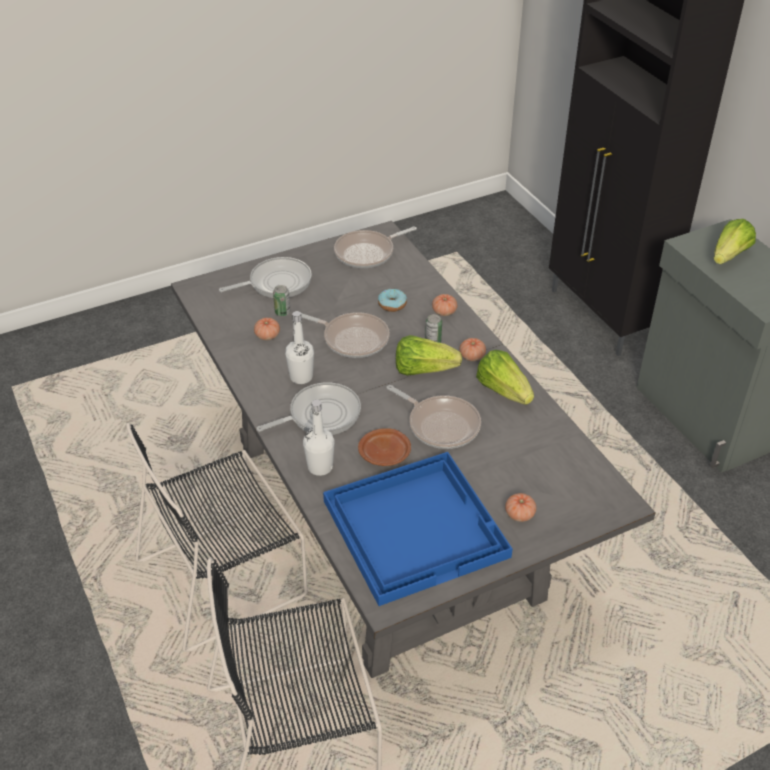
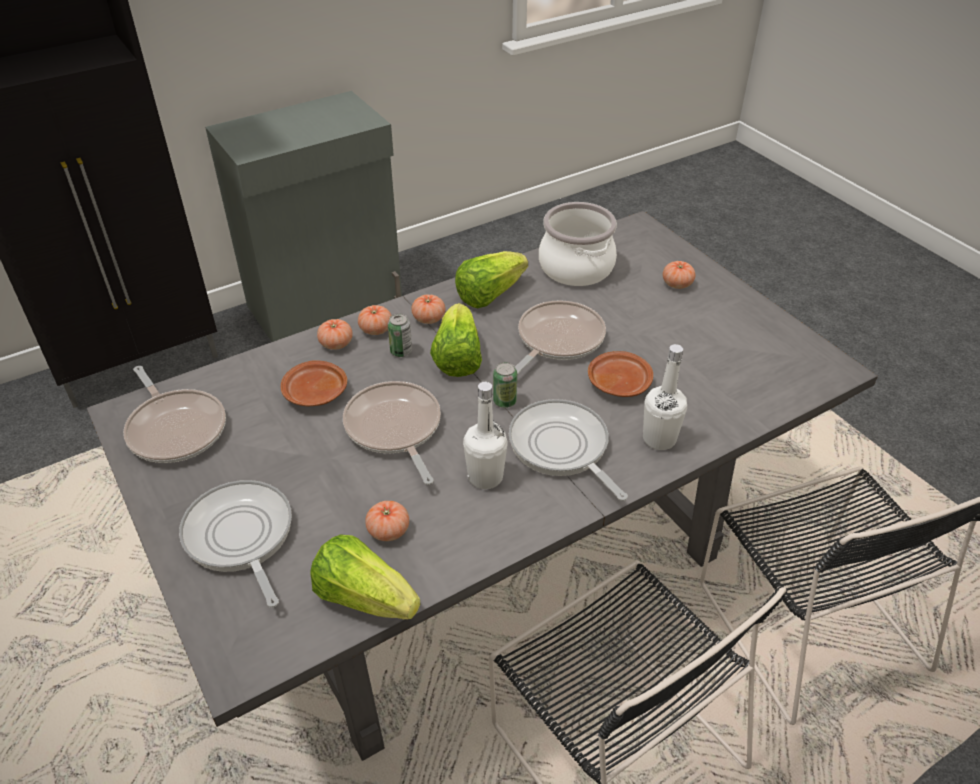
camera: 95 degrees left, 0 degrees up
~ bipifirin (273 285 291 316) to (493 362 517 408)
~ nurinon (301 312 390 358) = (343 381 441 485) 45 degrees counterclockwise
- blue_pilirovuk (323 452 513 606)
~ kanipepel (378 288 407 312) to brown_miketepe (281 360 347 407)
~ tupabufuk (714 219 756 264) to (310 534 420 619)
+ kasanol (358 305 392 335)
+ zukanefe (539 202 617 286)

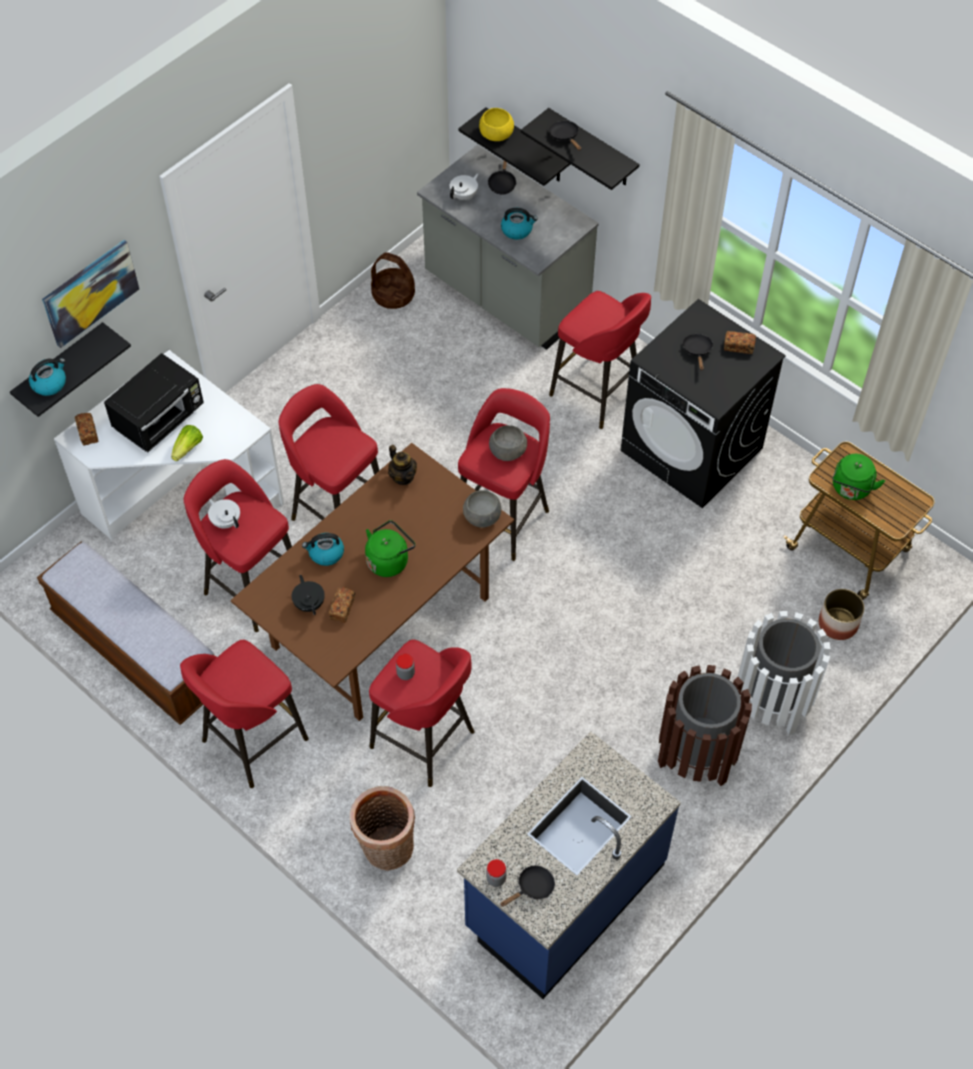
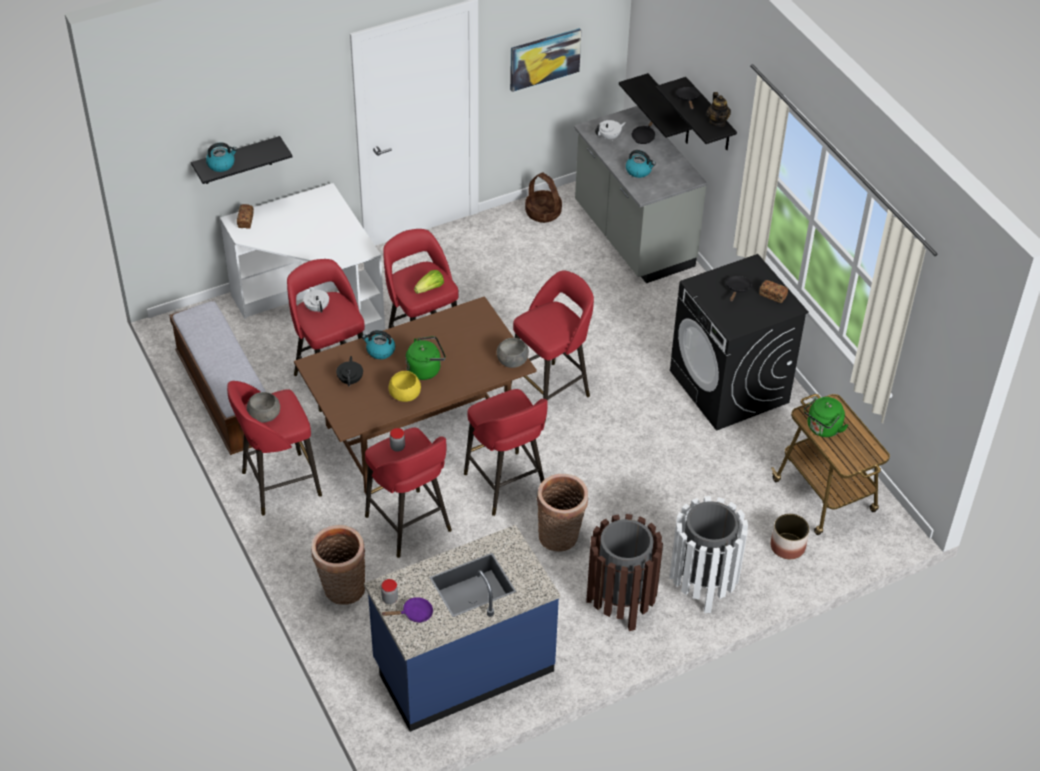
camera: 20 degrees right, 10 degrees down
~ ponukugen (42 240 139 348) to (510 28 581 92)
- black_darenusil (104 353 204 453)
~ tupabufuk (171 425 203 461) to (414 270 444 294)
- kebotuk (329 587 355 623)
~ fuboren (388 445 417 485) to (707 92 731 127)
~ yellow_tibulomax (479 108 514 141) to (389 371 421 402)
~ grey_tibulomax (489 425 527 461) to (247 392 280 423)
~ black_nurinon (500 866 555 907) to purple_nurinon (381 597 433 622)
~ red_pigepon (549 291 651 429) to (464 389 548 516)
+ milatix (537 474 588 552)

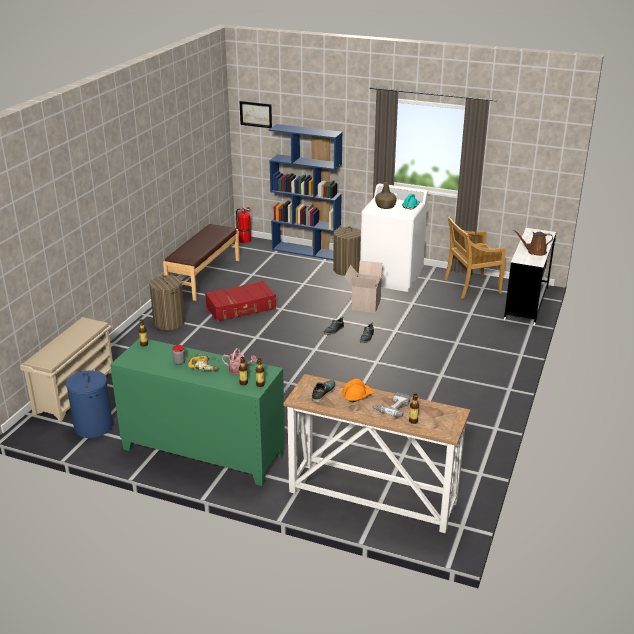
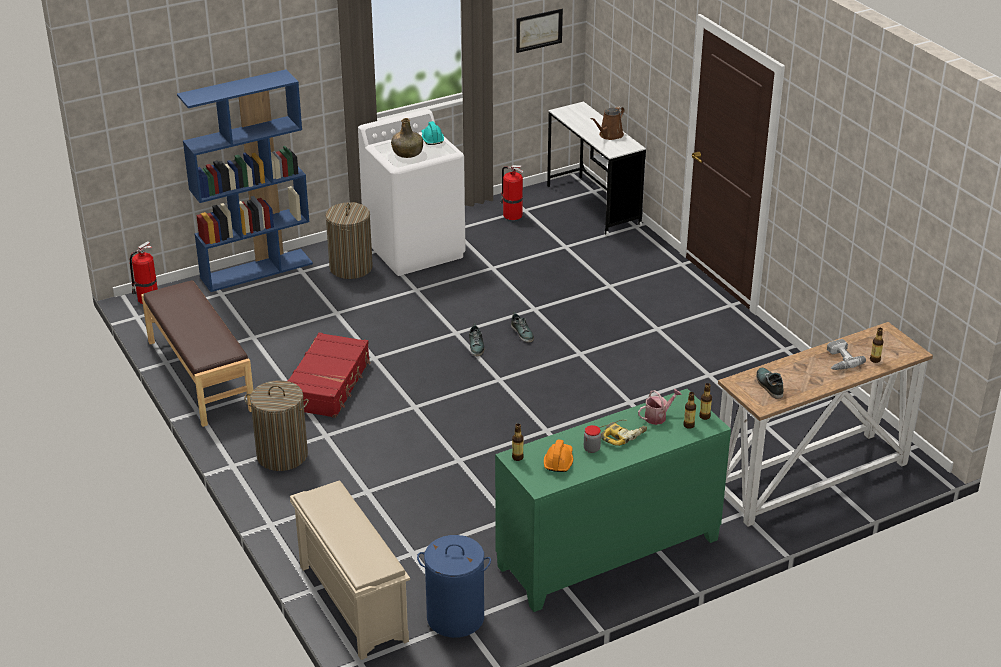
camera: 50 degrees left, 5 degrees up
~ ponukugen (240 101 272 128) to (516 9 563 53)
~ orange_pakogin (341 379 374 403) to (544 440 573 472)
- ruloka (344 261 386 313)
~ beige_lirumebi (444 216 506 299) to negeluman (501 165 524 220)

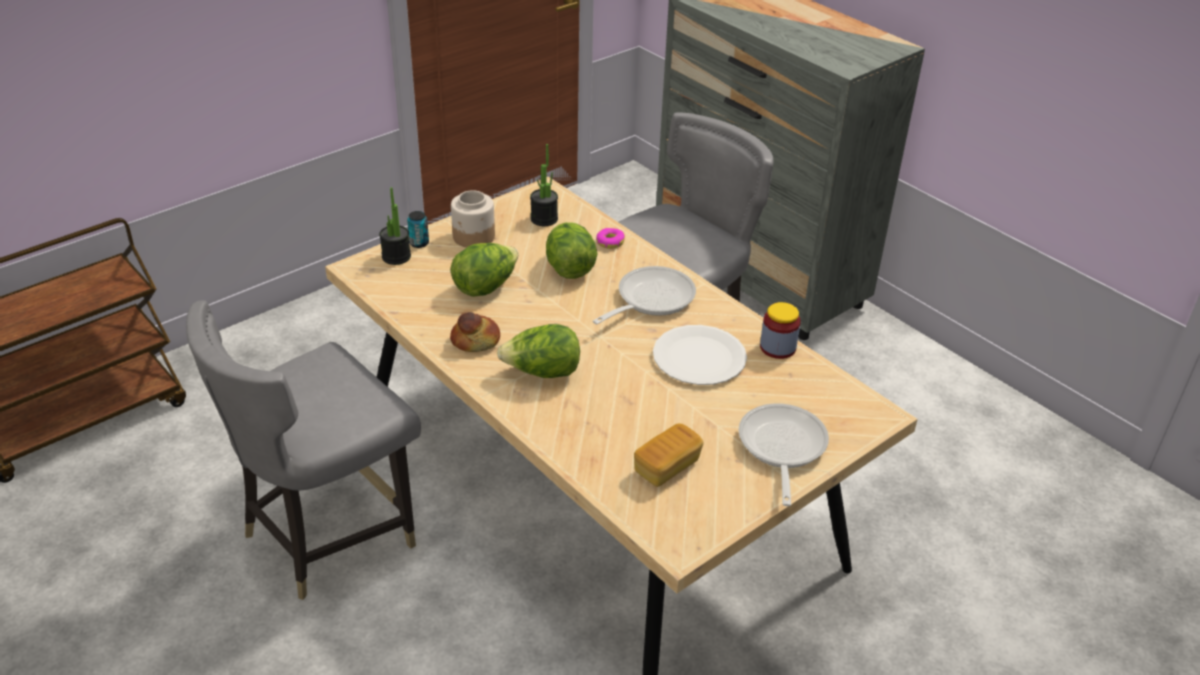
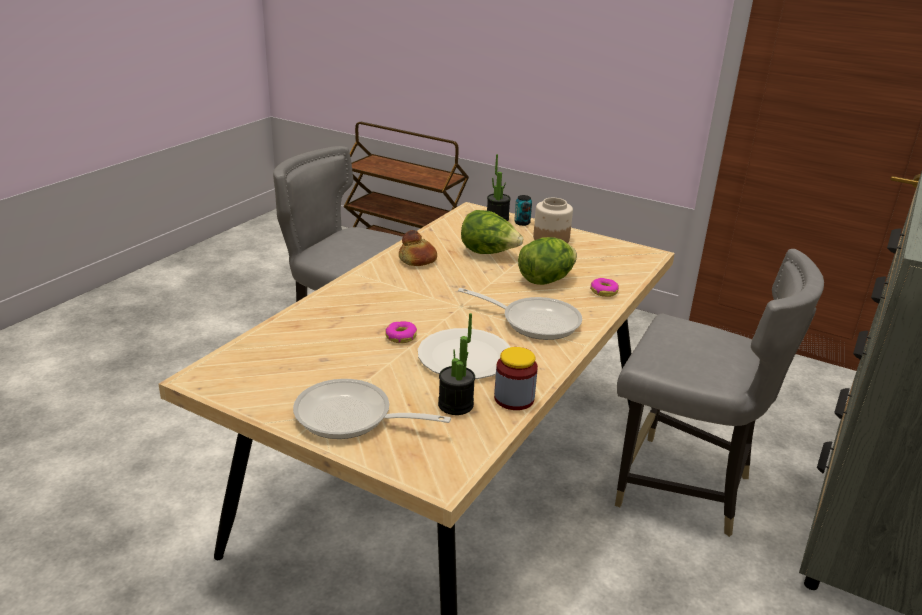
camera: 70 degrees right, 10 degrees down
- tupabufuk (497 324 580 378)
~ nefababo (530 144 558 226) to (438 313 475 415)
- kebotuk (634 423 703 487)
~ nurinon (738 403 829 506) = (293 379 451 439) 150 degrees counterclockwise
+ kanipepel (385 321 417 343)

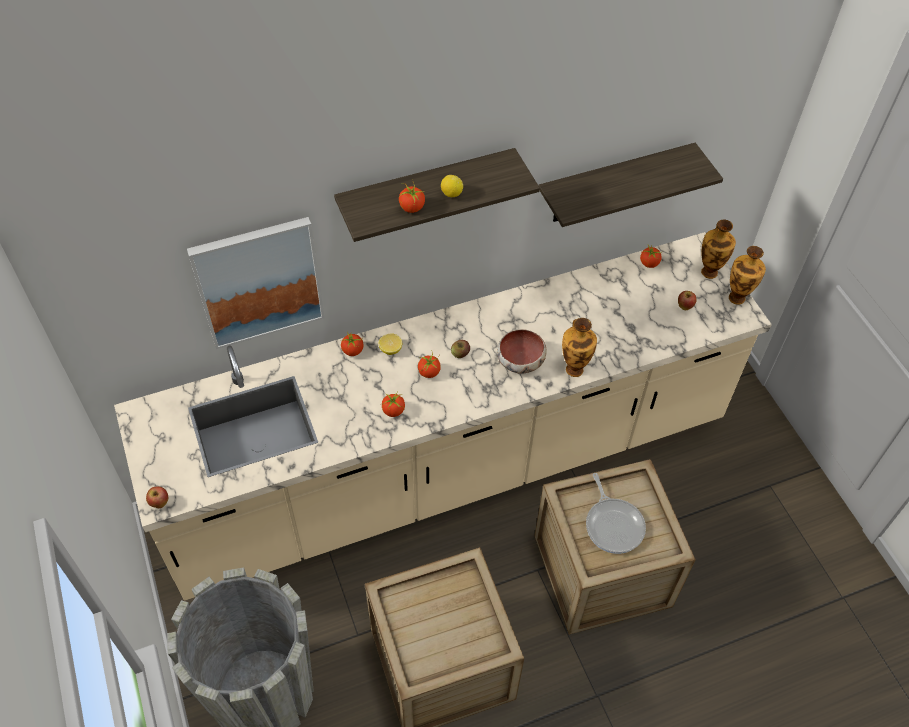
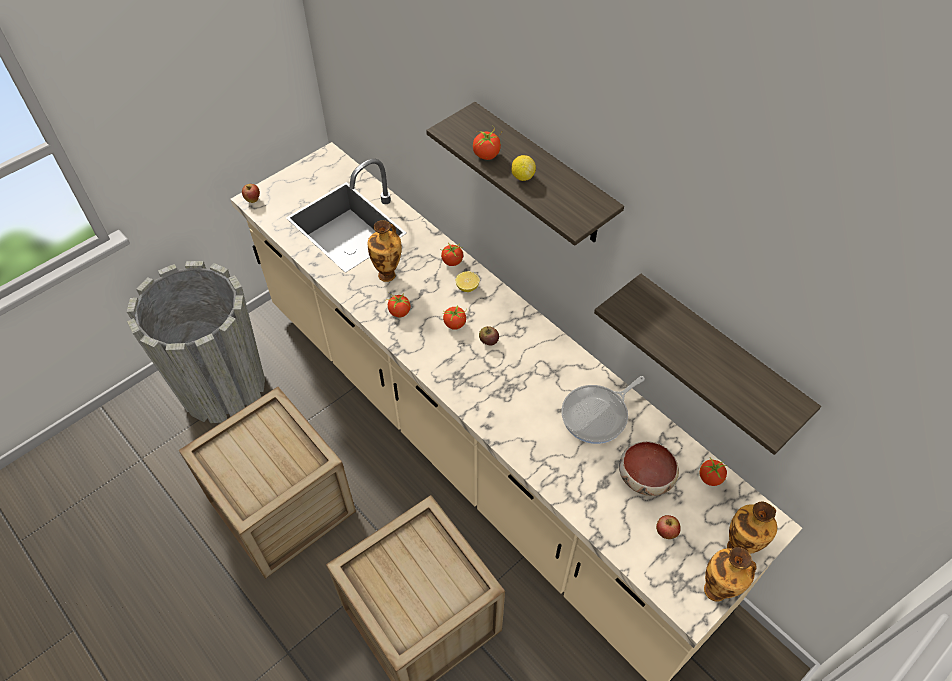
camera: 70 degrees right, 0 degrees up
- ponukugen (187 217 325 349)
~ tibulomax (497 329 547 374) to (619 441 679 496)
~ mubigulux (562 318 597 377) to (368 220 401 282)
~ nurinon (586 473 646 554) to (561 376 645 444)

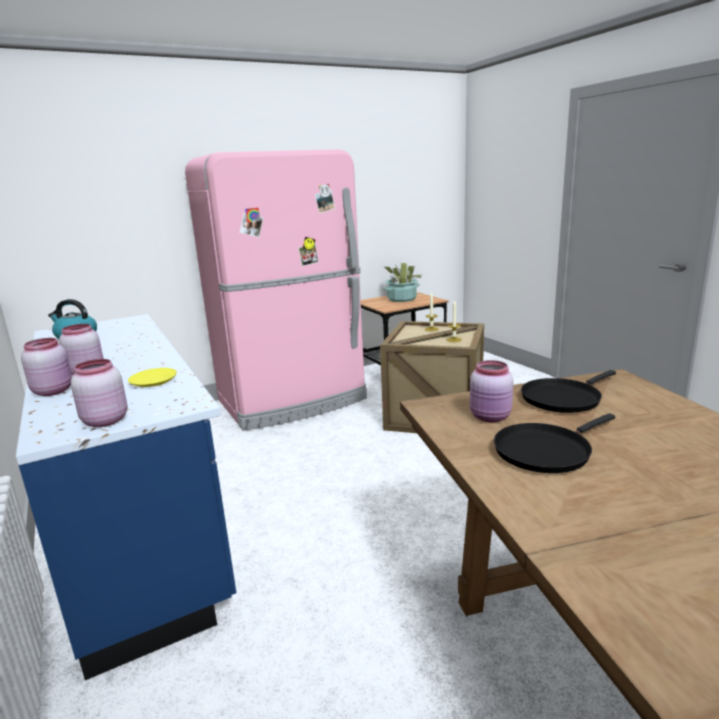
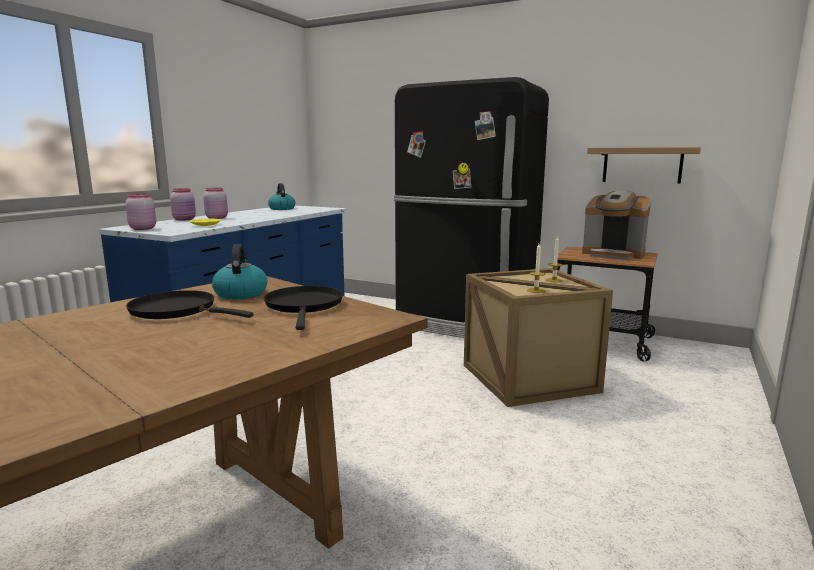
camera: 55 degrees right, 5 degrees down
~ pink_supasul (185 149 367 431) to black_supasul (394 77 549 338)
~ nefababo (383 262 422 302) to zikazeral (582 190 651 260)
~ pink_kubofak (470 360 513 423) to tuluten (212 244 267 299)
~ black_nurinon (521 370 616 413) = (264 286 343 330) 60 degrees clockwise
+ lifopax (587 147 701 183)

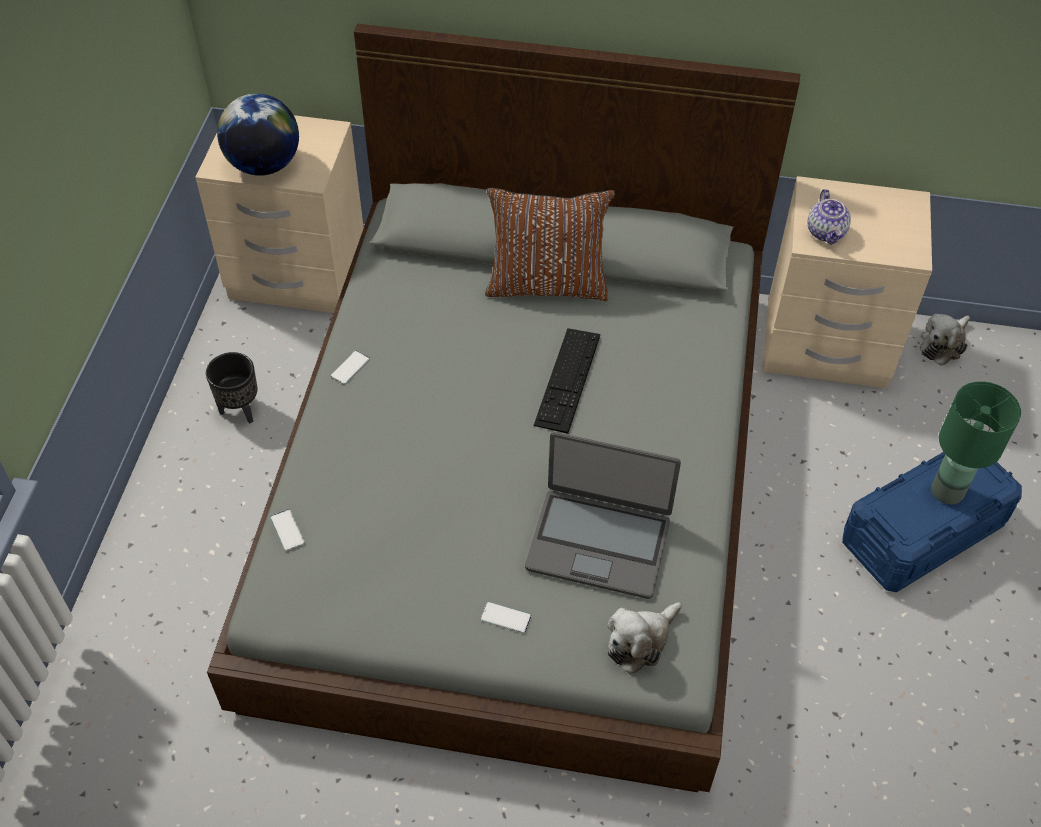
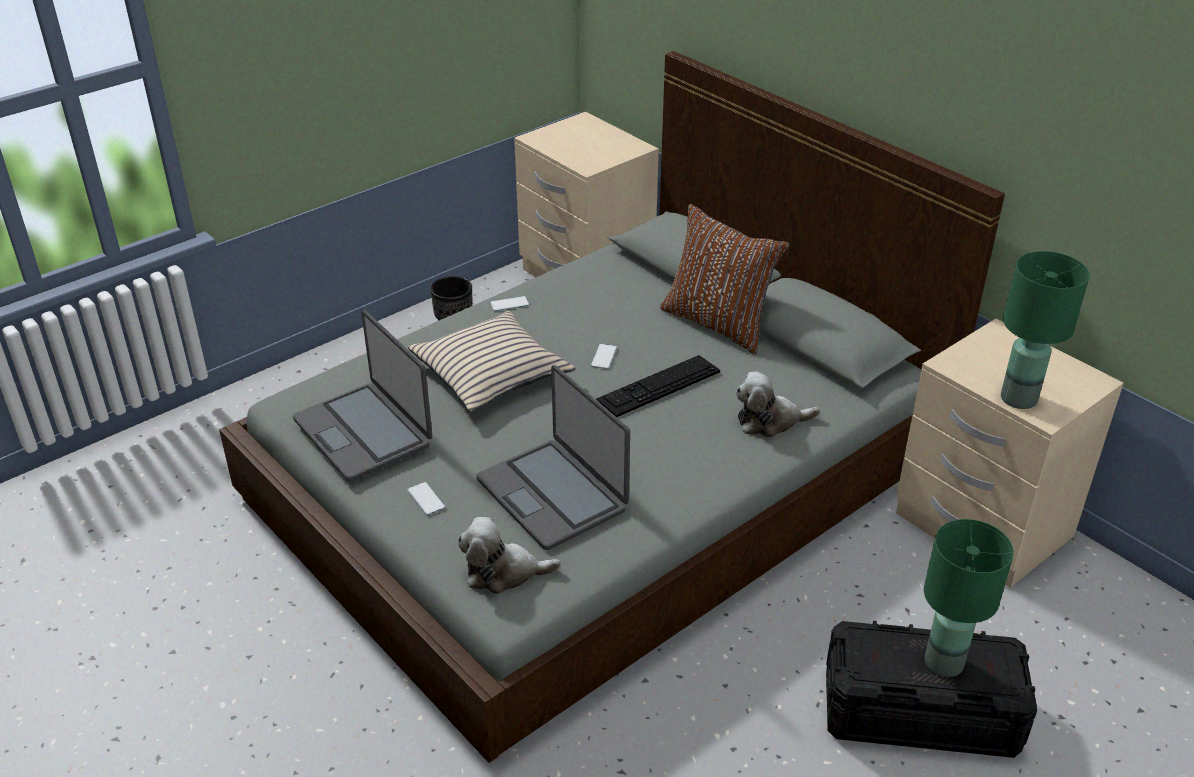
camera: 40 degrees right, 15 degrees down
- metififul (217 93 299 176)
~ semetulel (270 509 305 551) to (591 343 617 369)
- fuboren (807 189 851 245)
~ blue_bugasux (842 451 1022 592) to black_bugasux (826 621 1037 758)
~ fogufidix (920 314 970 366) to (736 371 820 437)
+ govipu (293 310 432 482)
+ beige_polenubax (408 311 576 412)
+ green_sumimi (1001 251 1090 409)

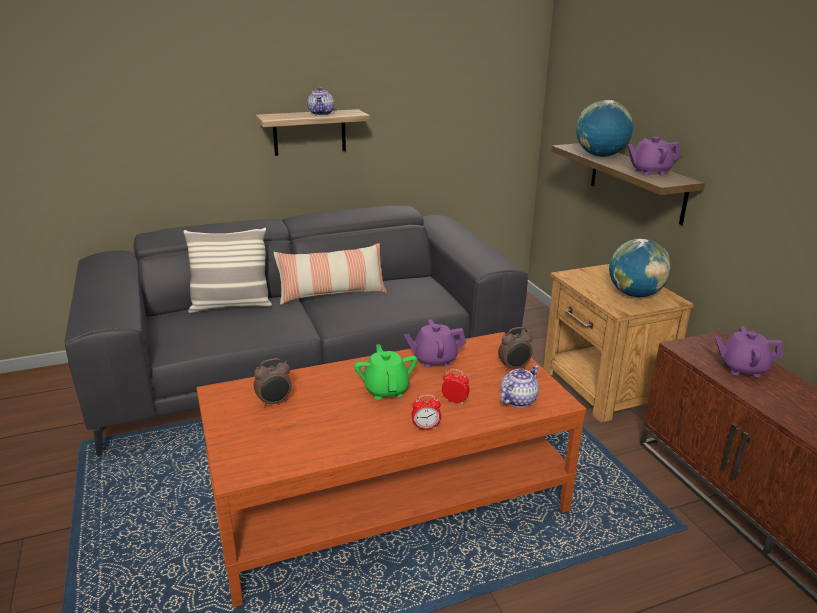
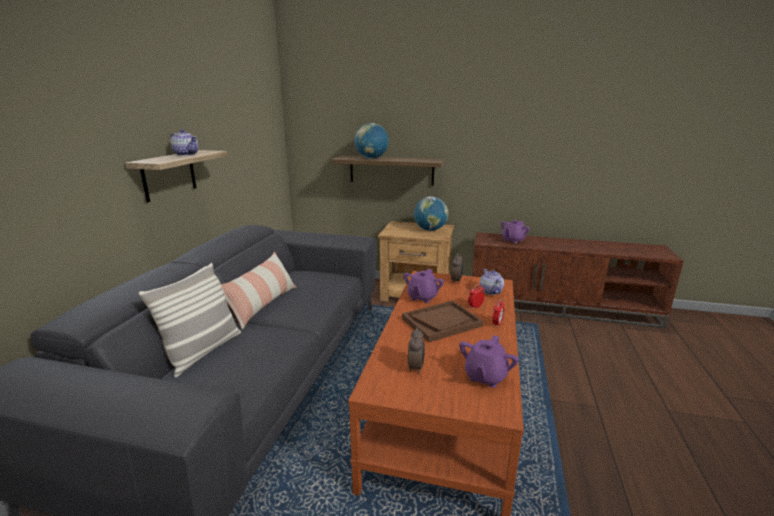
camera: 55 degrees left, 5 degrees down
~ green_fuboren (354 344 417 400) to brown_pilirovuk (402 300 484 342)
~ purple_fuboren (627 137 681 175) to (459 335 519 388)

